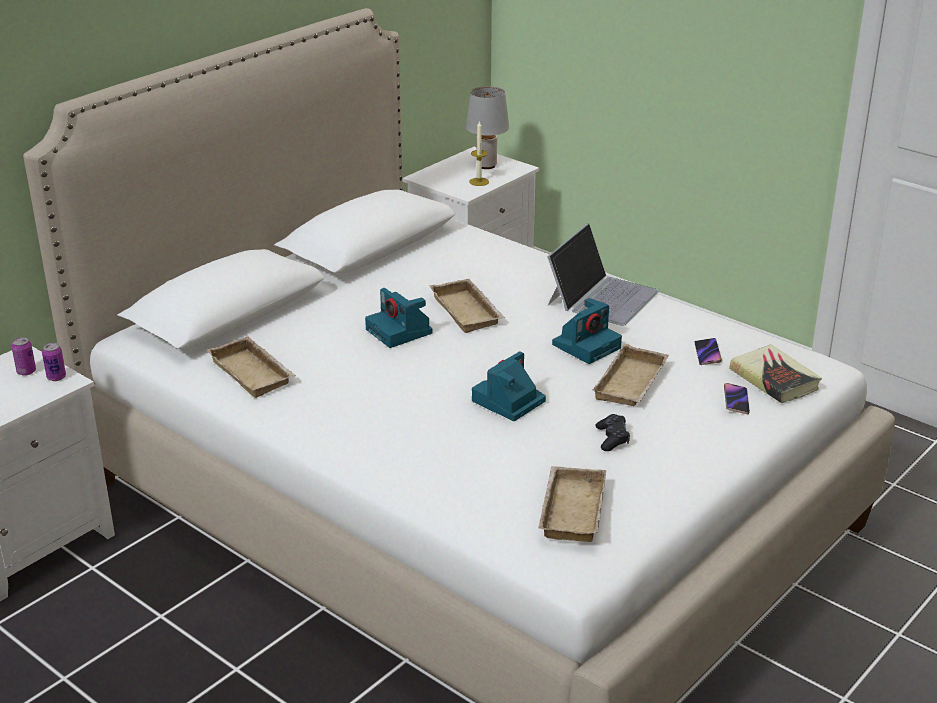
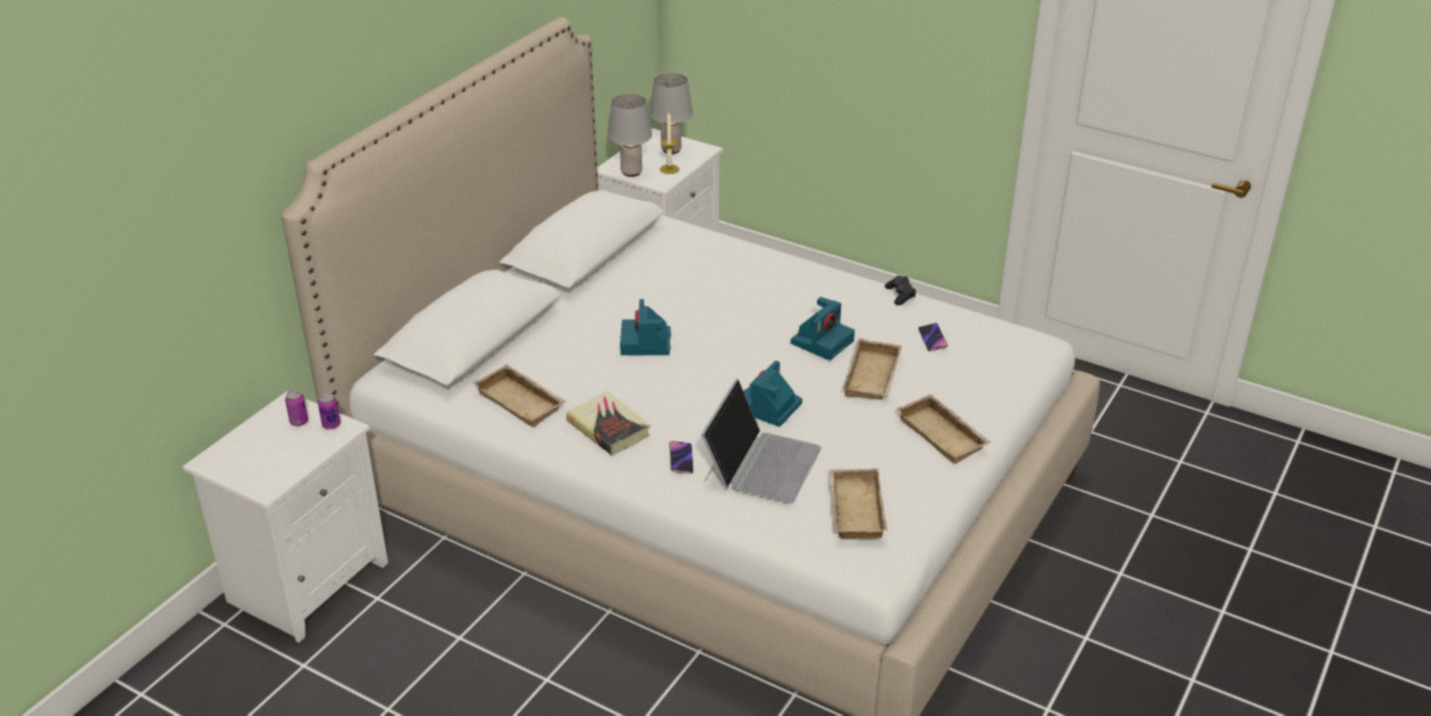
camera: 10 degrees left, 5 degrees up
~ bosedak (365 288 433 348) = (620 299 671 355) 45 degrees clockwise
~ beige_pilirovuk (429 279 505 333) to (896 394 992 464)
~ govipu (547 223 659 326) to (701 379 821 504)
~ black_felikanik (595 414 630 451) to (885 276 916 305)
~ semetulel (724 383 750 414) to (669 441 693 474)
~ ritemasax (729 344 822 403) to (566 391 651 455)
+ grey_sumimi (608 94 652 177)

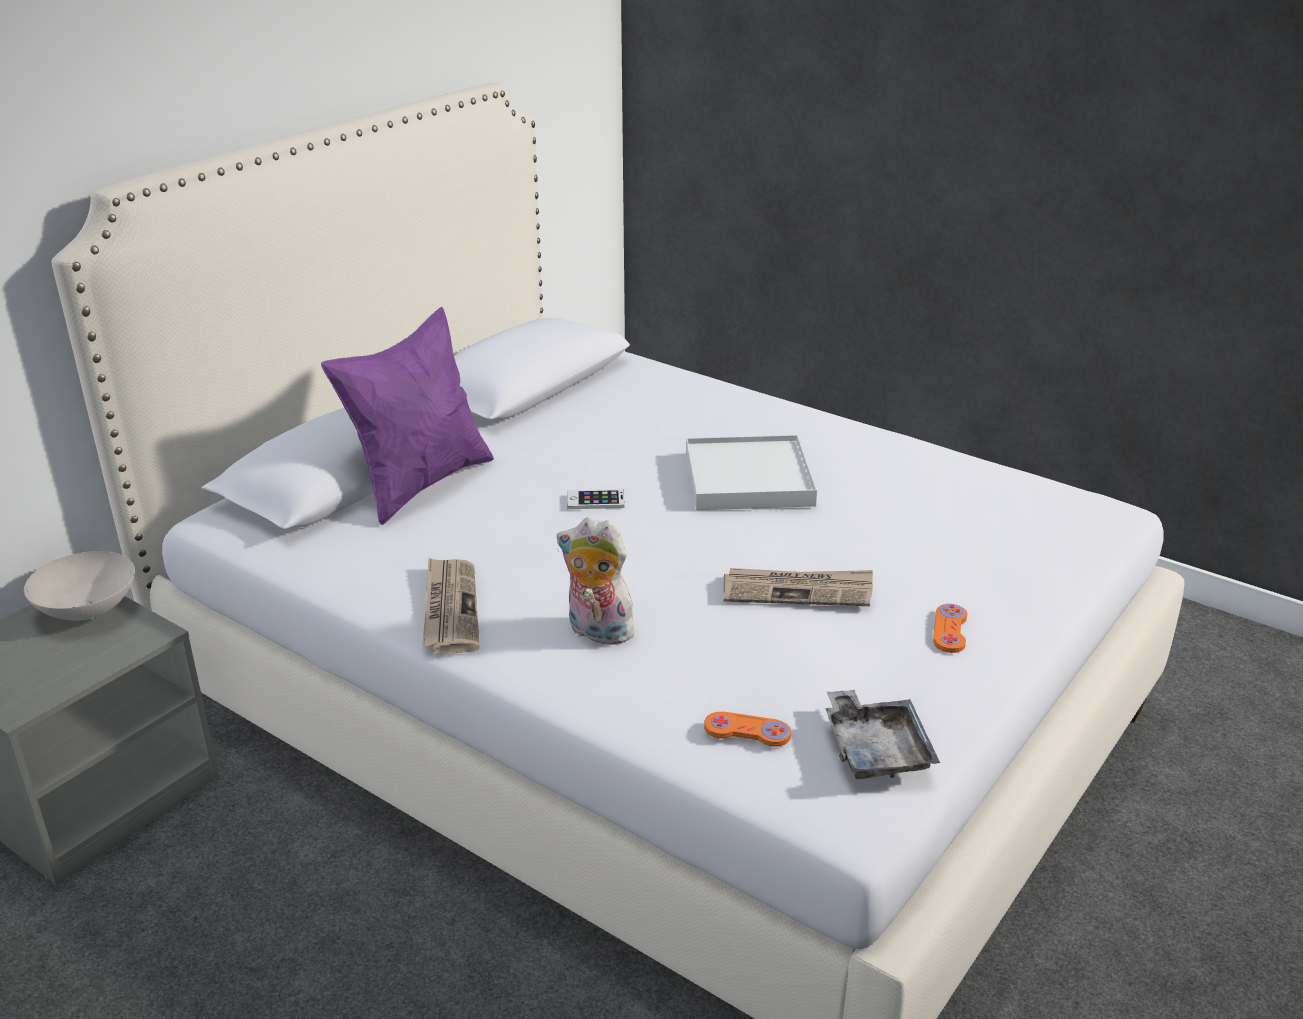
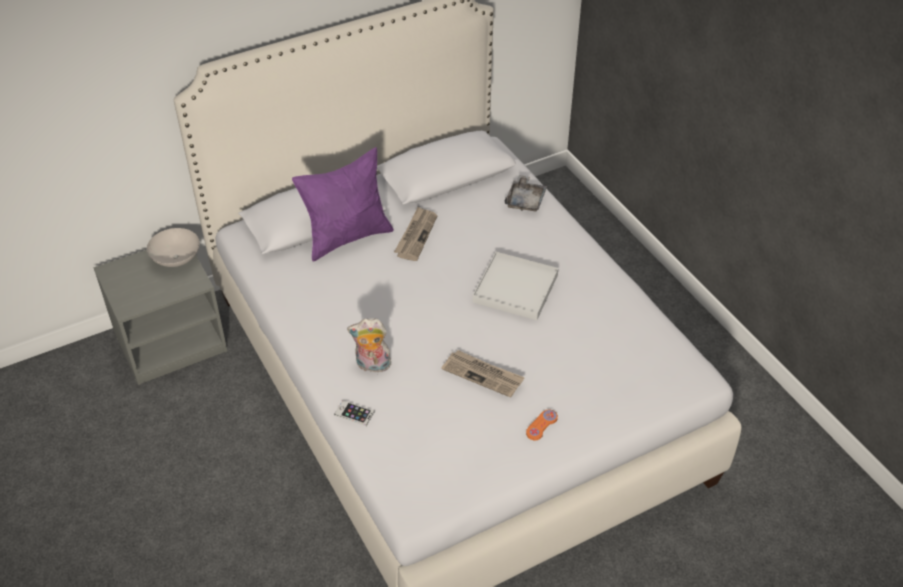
camera: 25 degrees right, 15 degrees up
~ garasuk (423 558 480 654) to (394 207 438 261)
~ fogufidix (557 517 642 645) = (347 318 391 373) 45 degrees counterclockwise
~ semetulel (567 489 624 509) to (334 400 375 426)
- orange_felikanik (704 712 791 747)
~ grey_pilirovuk (825 690 940 779) to (504 175 547 211)

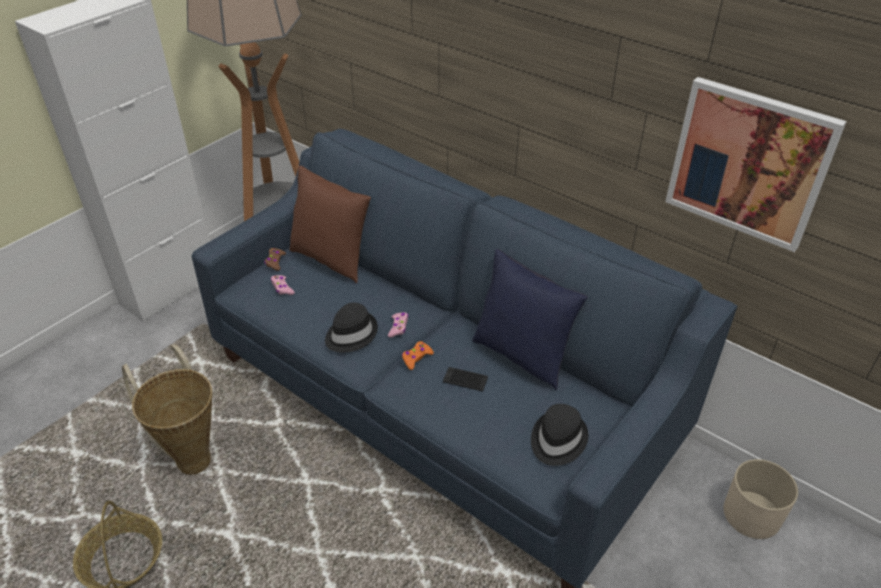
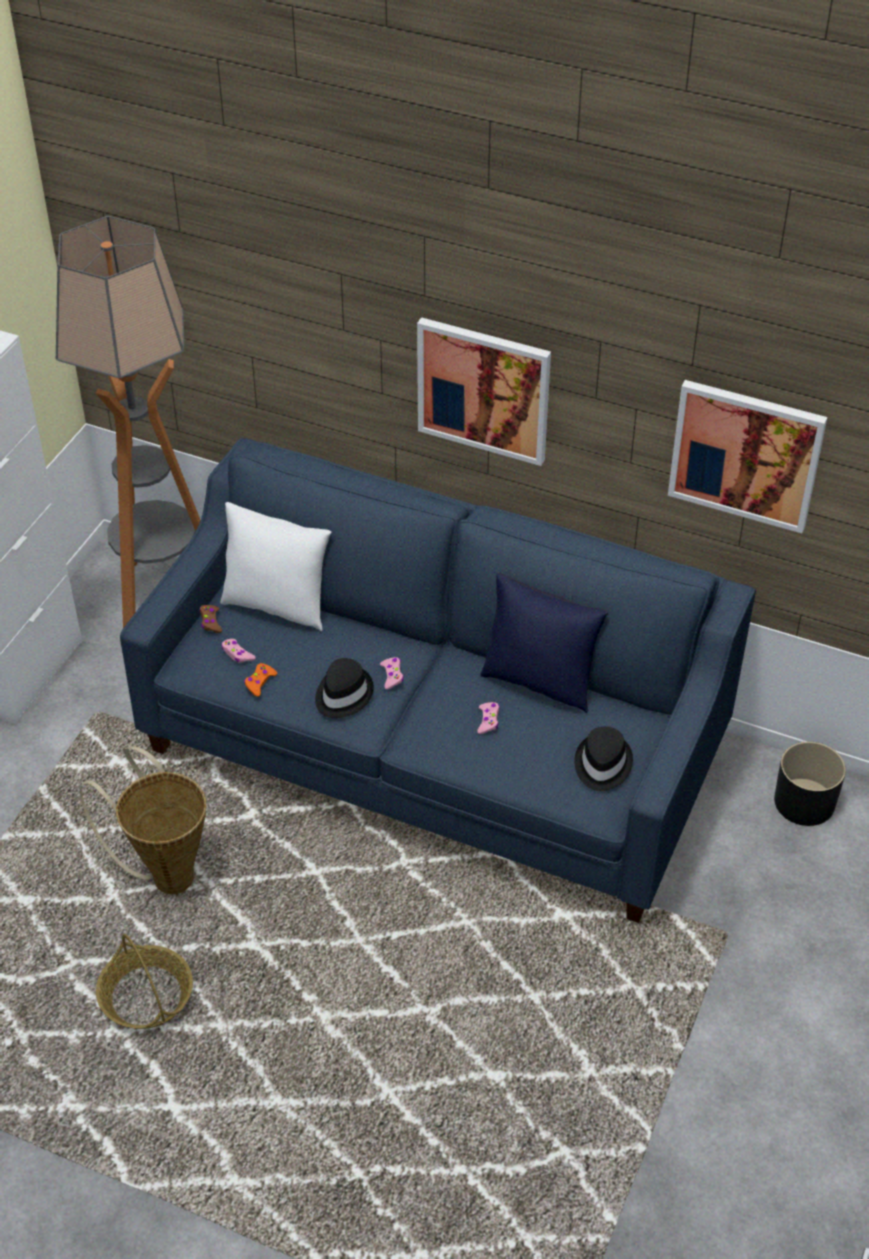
camera: 15 degrees left, 5 degrees up
~ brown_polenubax (290 166 371 283) to white_polenubax (220 502 331 631)
~ orange_felikanik (402 341 434 370) to (244 663 277 697)
~ semetulel (443 367 488 391) to pink_felikanik (477 702 500 734)
~ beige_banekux (724 459 798 539) to black_banekux (774 742 846 826)
+ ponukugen (417 317 551 466)

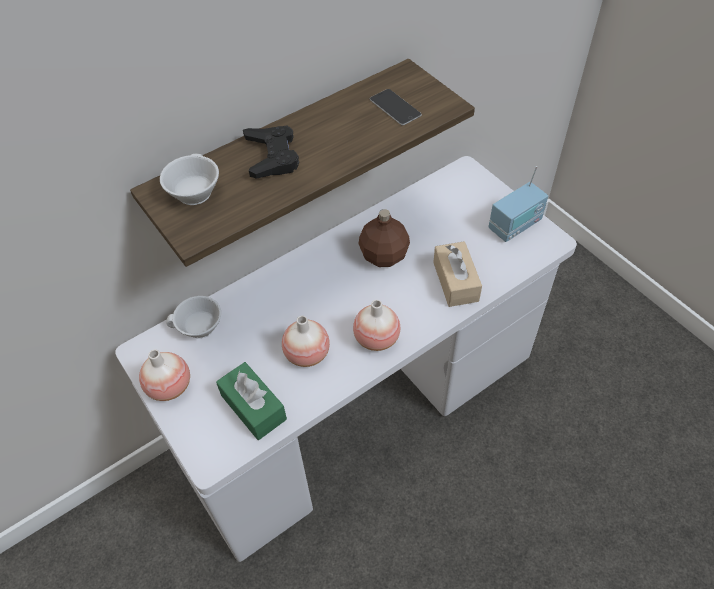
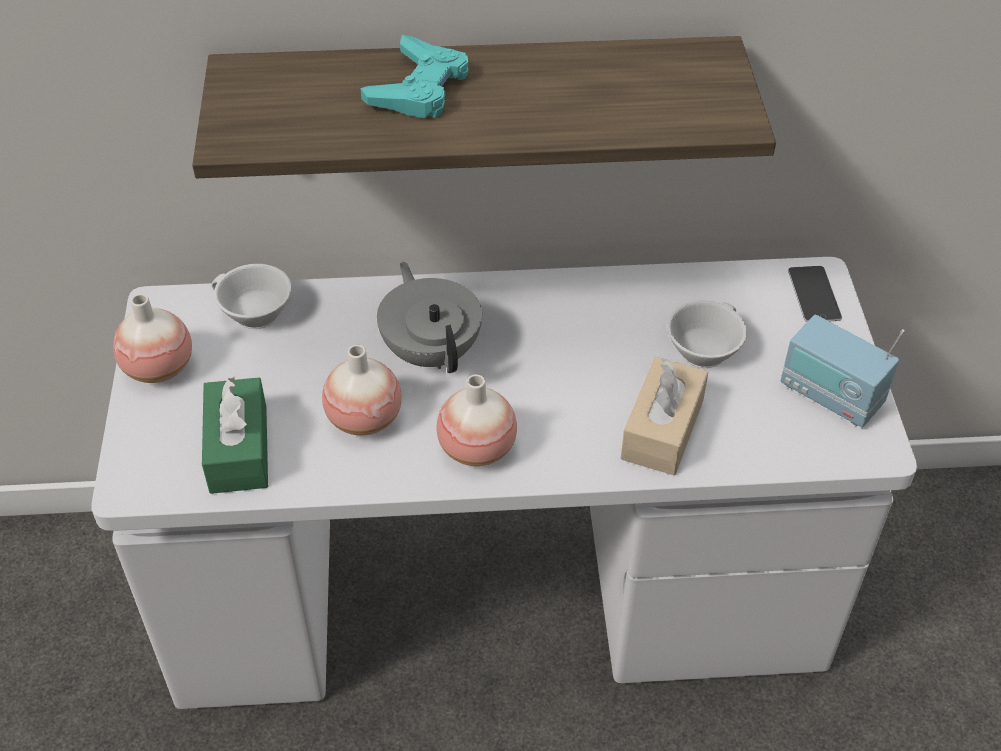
camera: 30 degrees right, 5 degrees down
~ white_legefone (160 154 219 205) to (667 301 747 368)
~ black_felikanik (243 126 299 179) to turquoise_felikanik (360 35 468 119)
- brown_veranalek (358 209 410 267)
~ semetulel (370 89 422 126) to (788 266 842 322)
~ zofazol (488 166 548 242) = (781 315 905 428) 45 degrees clockwise
+ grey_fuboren (377 262 482 373)

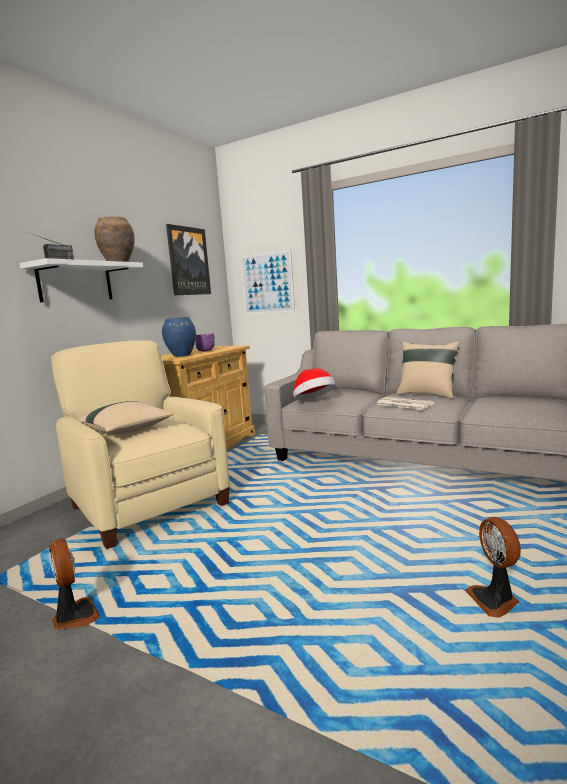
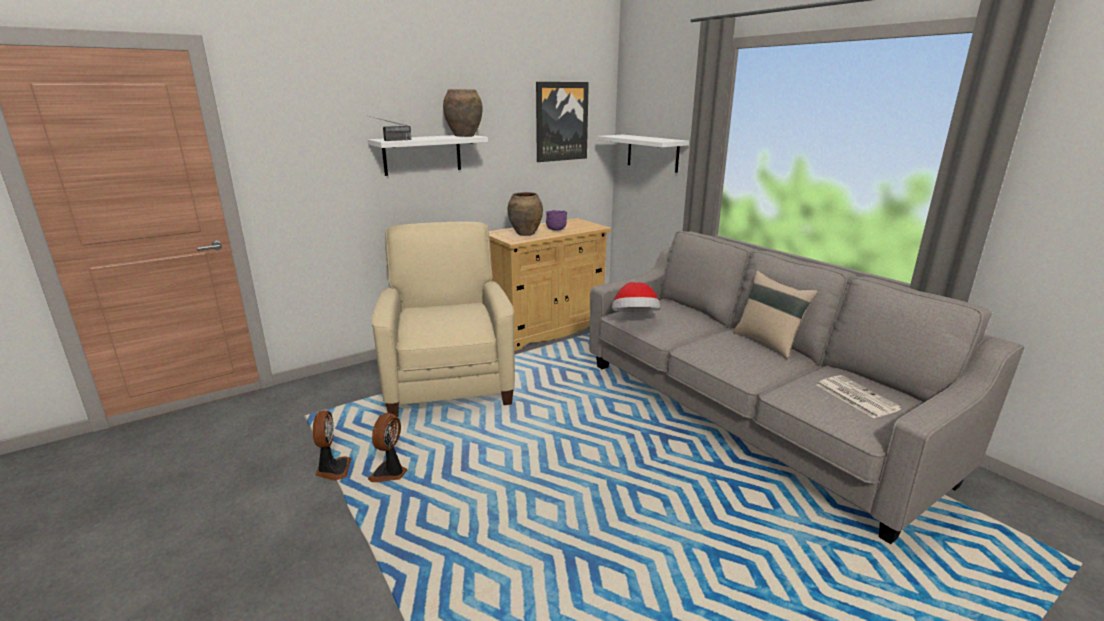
camera: 25 degrees right, 10 degrees up
- beige_polenubax (78 401 173 435)
~ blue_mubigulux (162 317 196 357) to brown_mubigulux (508 192 543 236)
~ ponukugen (241 250 295 314) to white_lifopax (597 135 689 173)
~ garasuk (376 397 434 410) to (817 375 902 418)
~ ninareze (465 517 521 617) to (368 413 407 482)

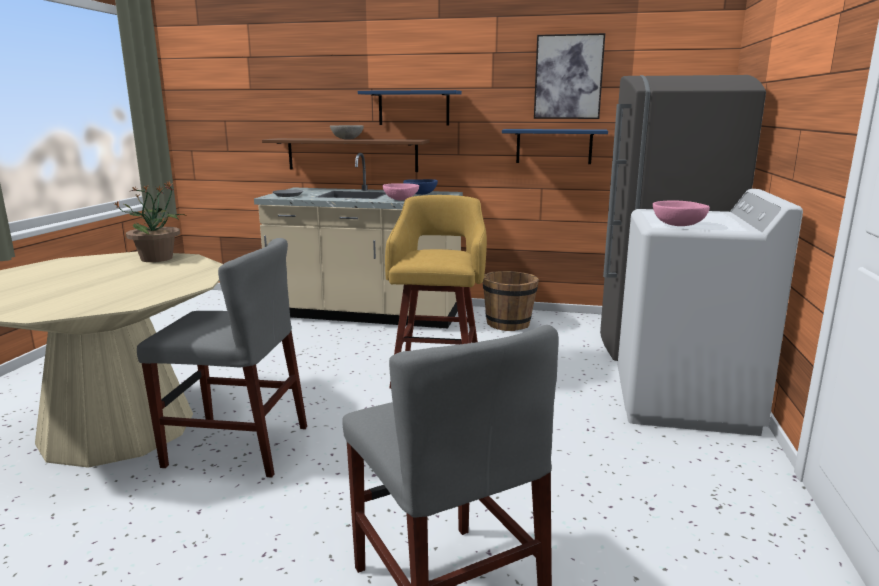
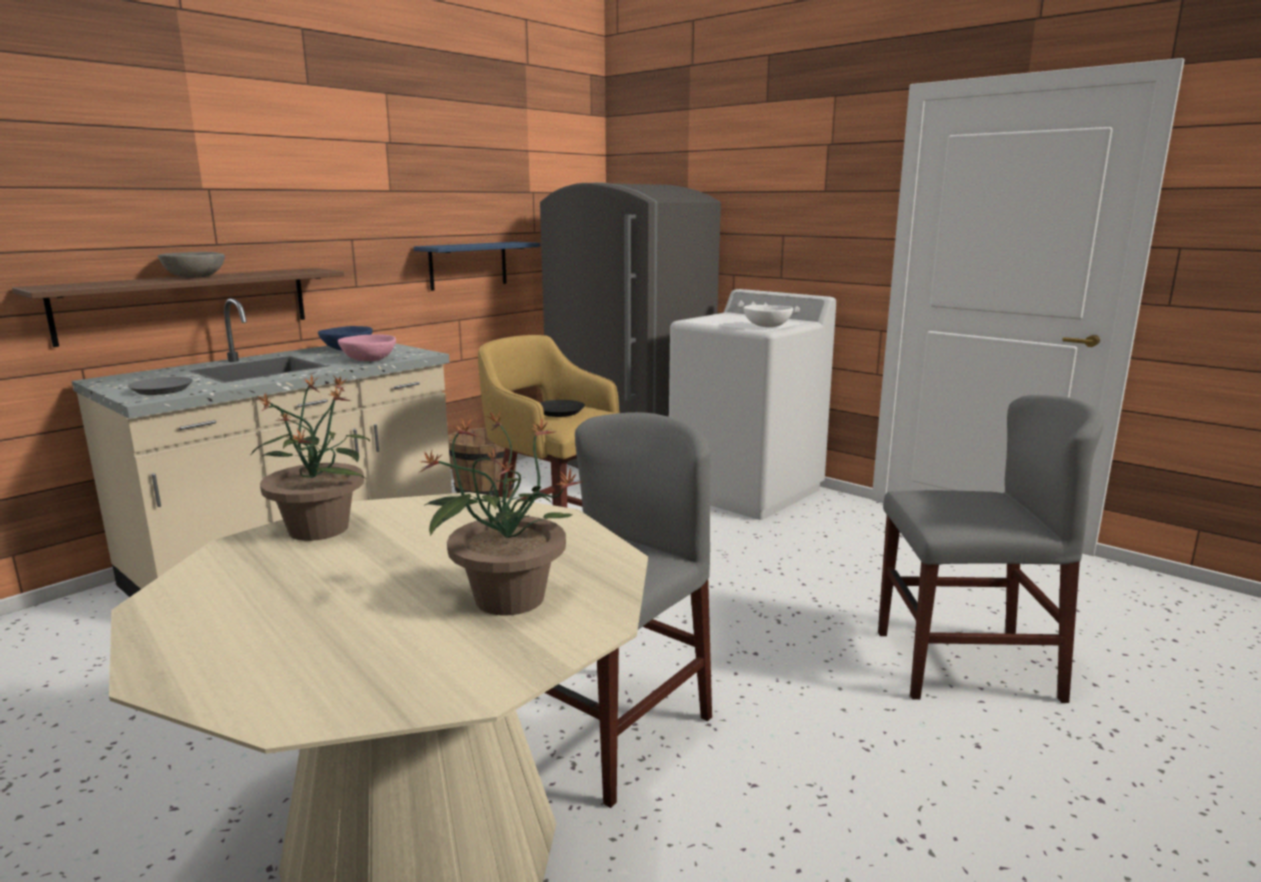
camera: 60 degrees left, 0 degrees up
- blue_lifopax (358 90 462 125)
- ponukugen (534 33 605 119)
~ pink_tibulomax (653 201 710 226) to white_tibulomax (743 305 793 327)
+ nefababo (419 412 584 615)
+ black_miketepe (540 400 585 417)

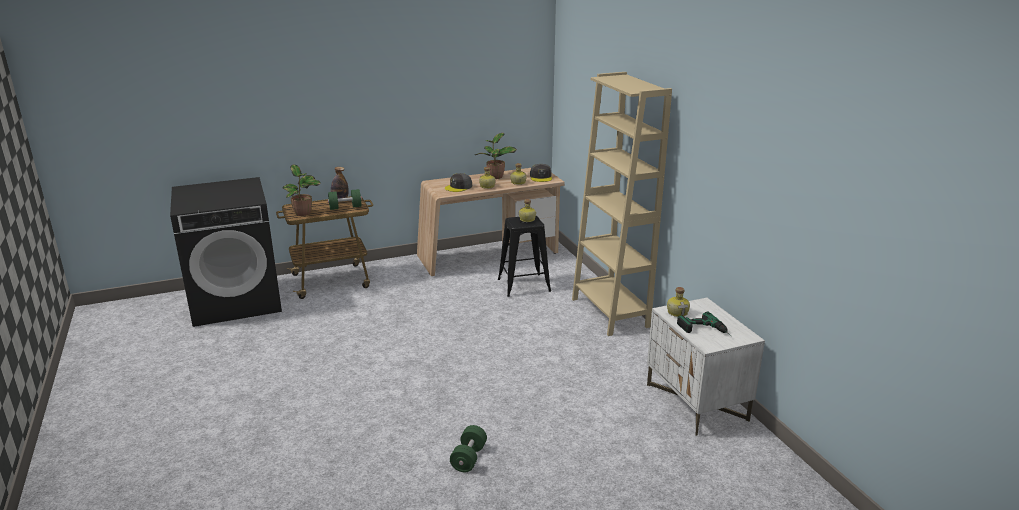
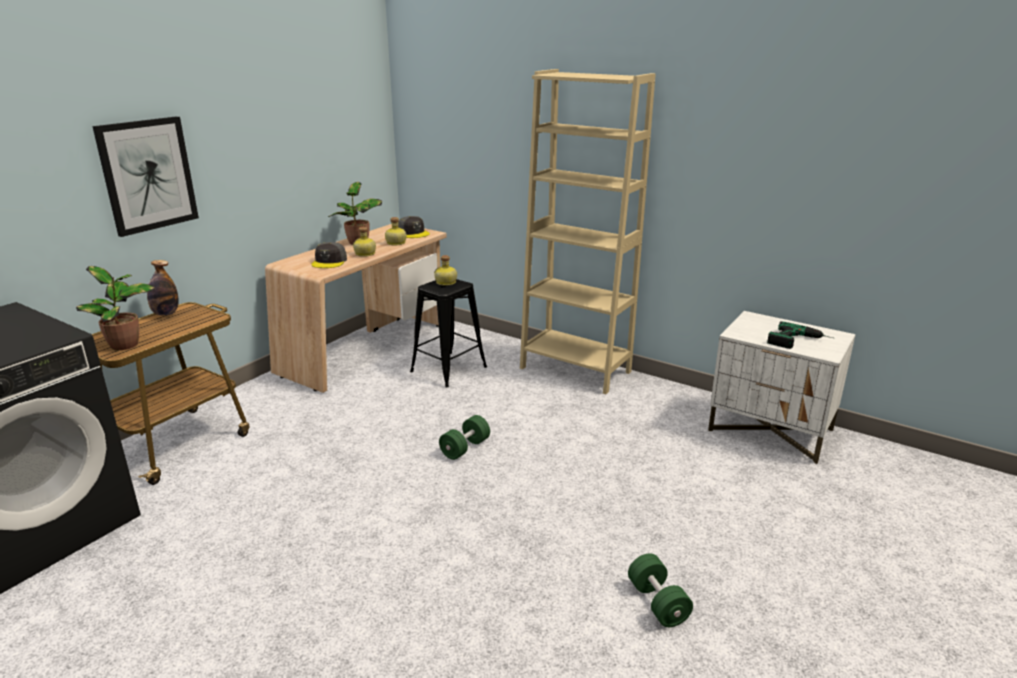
camera: 35 degrees left, 0 degrees up
~ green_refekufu (328 189 362 210) to (439 415 490 460)
- veranalek (667 287 690 317)
+ ponukugen (92 116 199 237)

